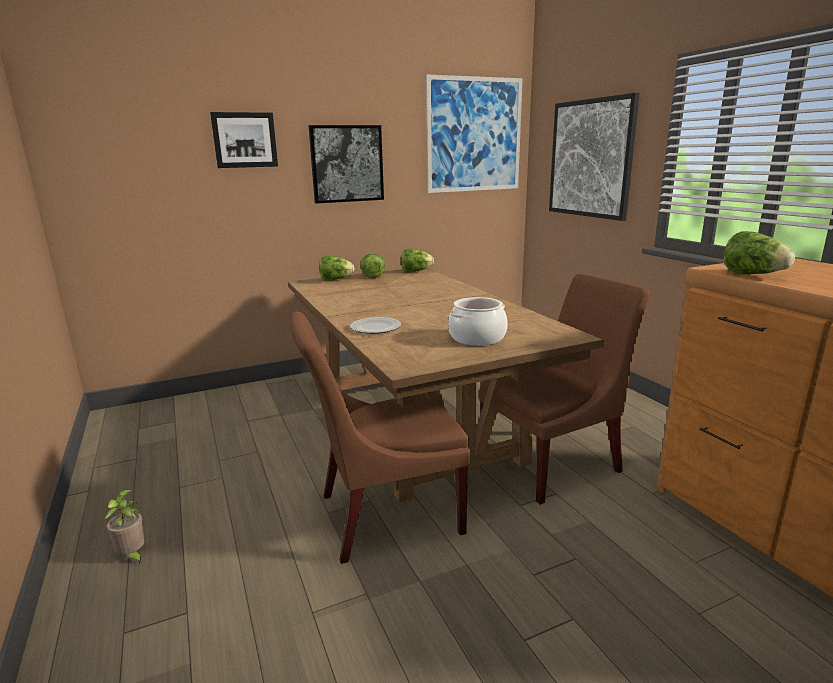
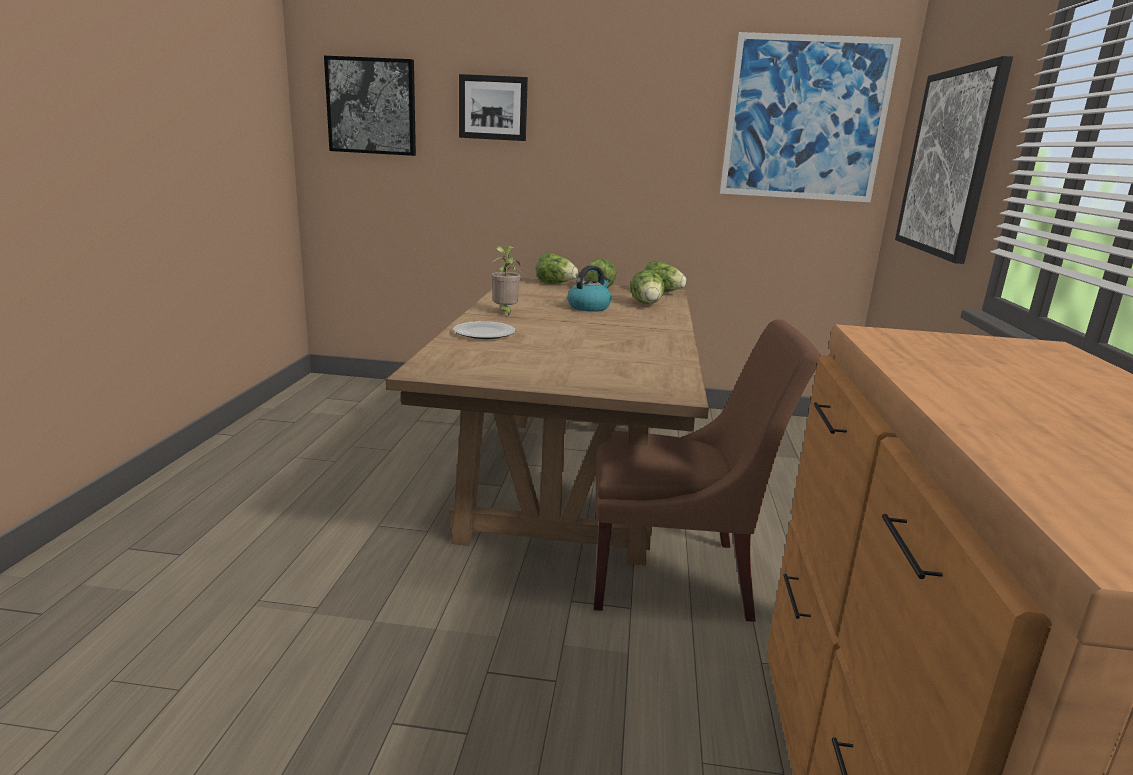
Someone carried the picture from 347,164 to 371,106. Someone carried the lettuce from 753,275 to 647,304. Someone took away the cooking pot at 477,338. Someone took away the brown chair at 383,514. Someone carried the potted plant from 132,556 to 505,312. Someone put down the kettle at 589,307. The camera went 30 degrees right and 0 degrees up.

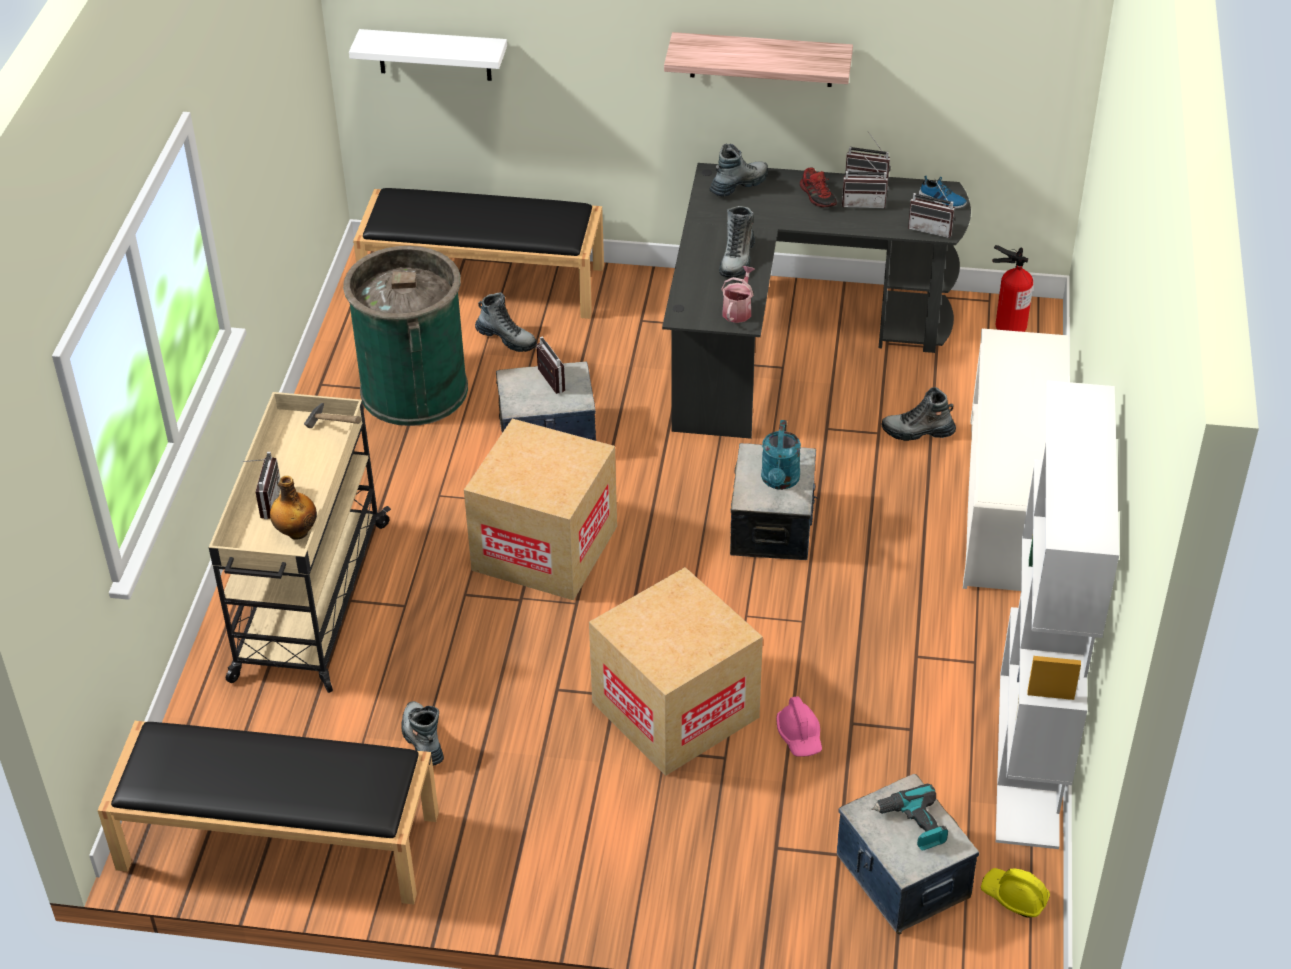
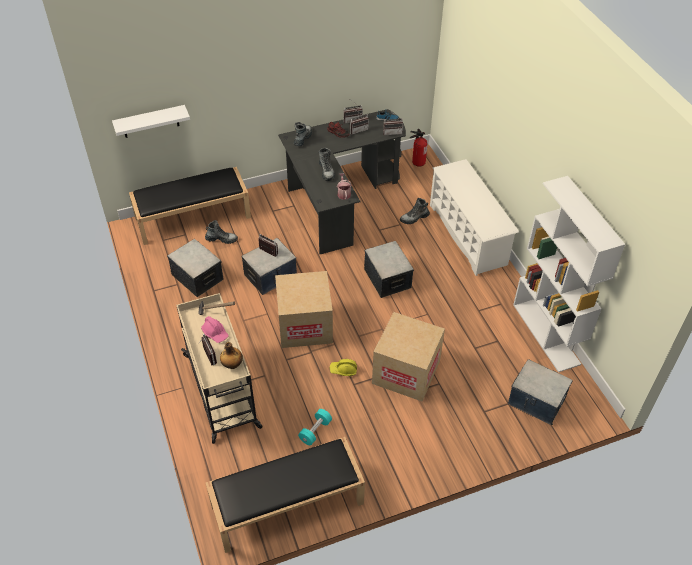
Someone took away the shelf at 761,59. Someone swapped the green trash can at 414,389 for the storage box at 198,277. Someone took away the turquoise watering can at 780,481. Someone carried the pink hard hat from 800,735 to 215,333. Someone swapped the boot at 422,740 for the turquoise dumbbell at 315,431. Someone took away the power drill at 913,824. Someone carried the yellow hard hat from 1014,896 to 343,370. The camera went 30 degrees left and 5 degrees up.

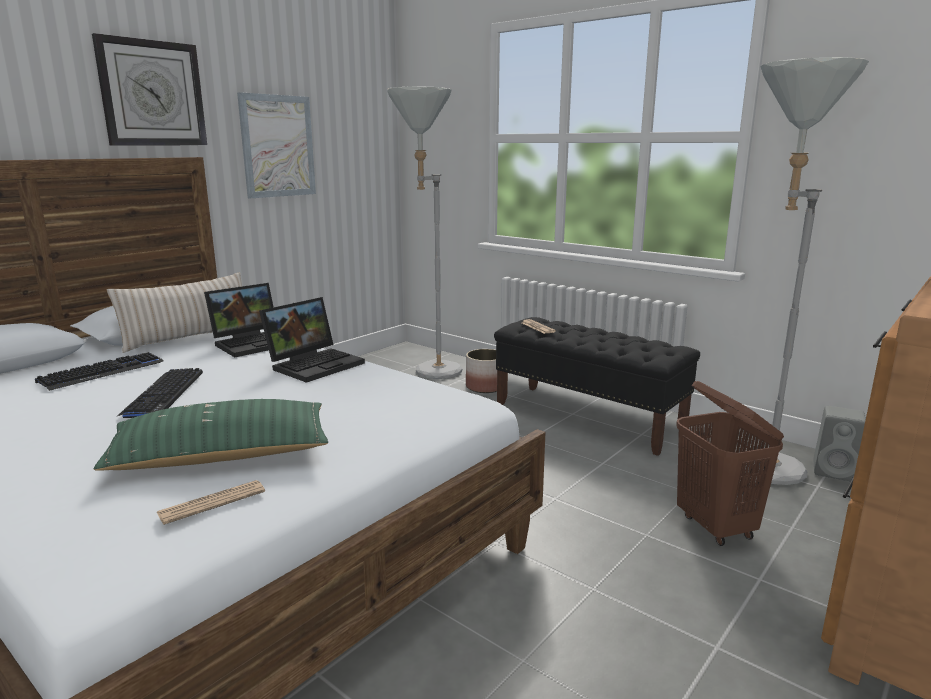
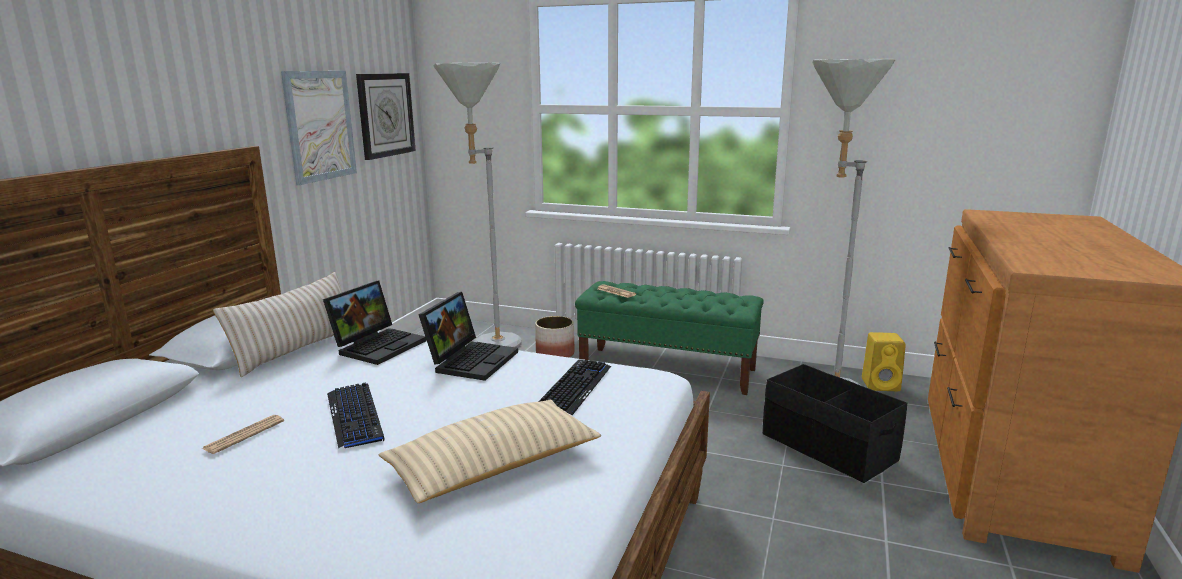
Someone carried the wall clock from 152,93 to 385,115. Someone repainted the black bench at 588,418, which became the green bench at 668,370. Someone carried the keyboard from 102,372 to 574,388. Someone swapped the brown laundry basket at 716,527 for the black storage box at 828,447. Someone repainted the green pillow at 222,455, which became the beige pillow at 494,466. Someone repainted the grey speaker at 836,471, which became the yellow speaker at 881,385. Someone carried the newspaper from 212,503 to 244,435. The camera went 20 degrees left and 0 degrees up.

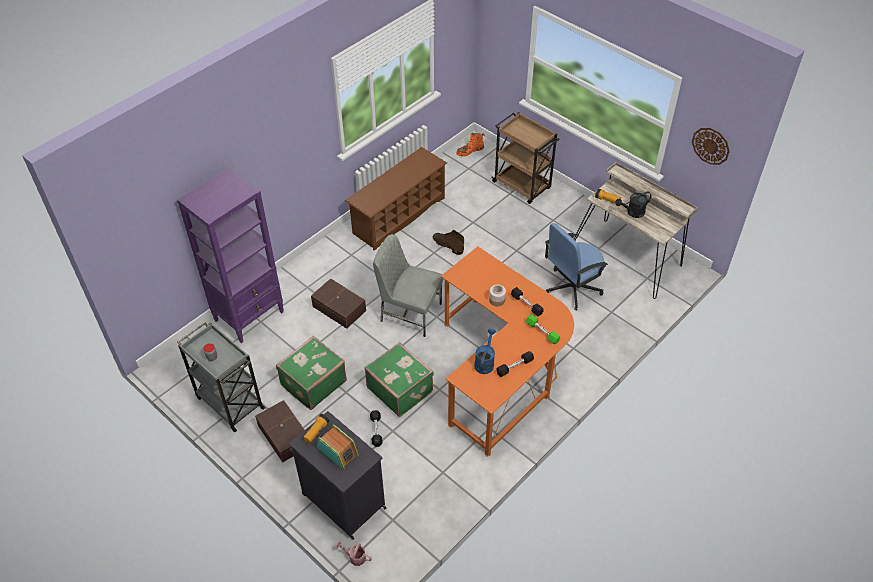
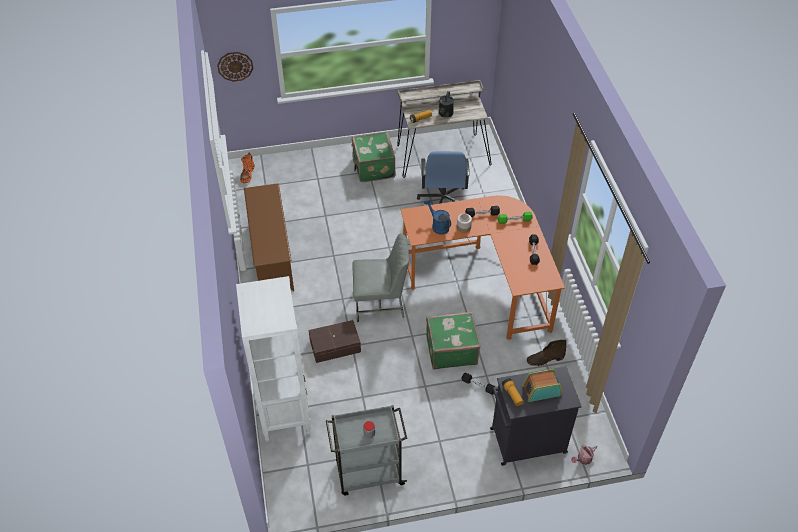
Someone took away the brown cart at 522,186. Someone carried the wall clock from 710,145 to 235,66. Someone repainted the purple bookcase at 250,316, which became the white bookcase at 285,412. Someone carried the brown boot from 447,245 to 545,359. Someone rotated the grey chair at 409,312 by 150 degrees counterclockwise. Someone carried the blue watering can from 485,362 to 438,226. Someone carried the green suitcase from 312,383 to 373,167. Someone took away the brown storage box at 283,436. The camera went 55 degrees left and 0 degrees up.

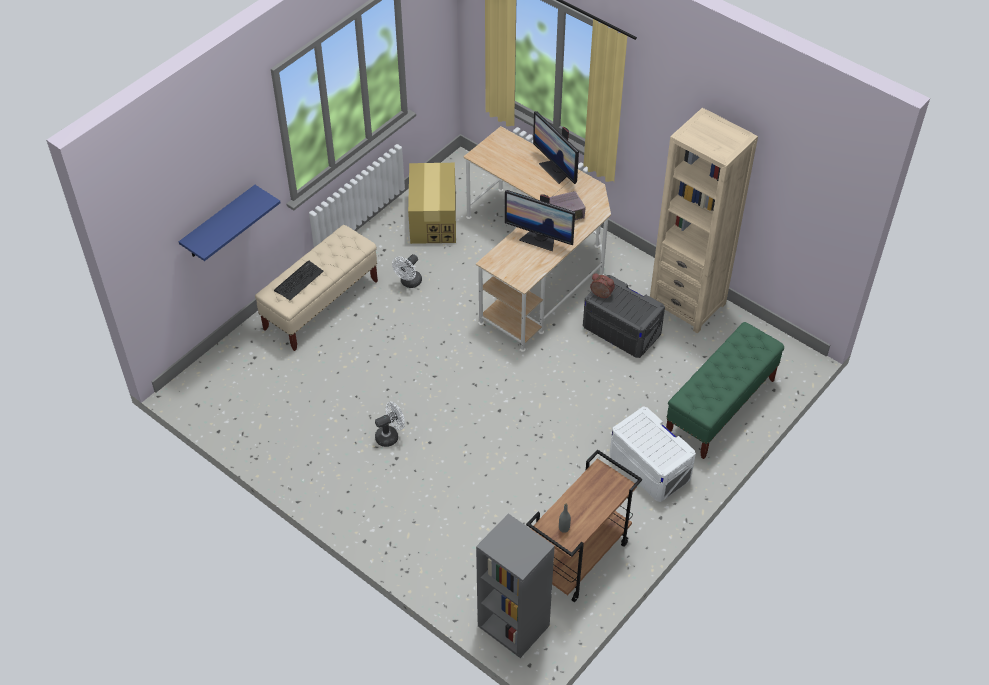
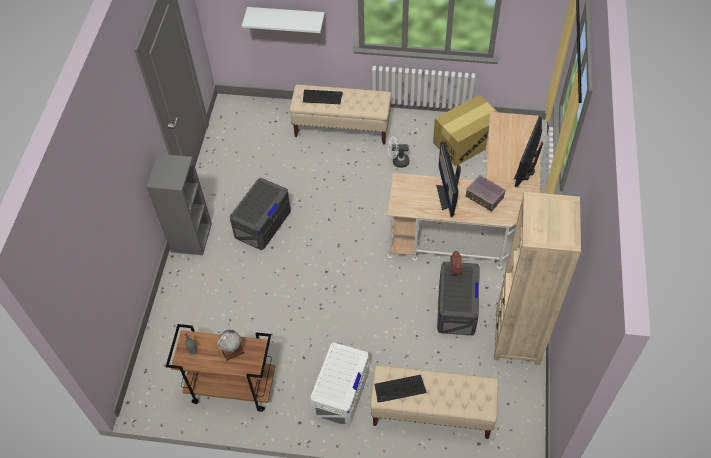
Someone repainted the blue shelf at 219,223, which became the white shelf at 286,18. Someone repainted the green bench at 720,407, which became the beige bench at 431,412. Someone swapped the white fan at 390,436 for the grey storage box at 262,223. Someone carried the grey bookcase from 512,626 to 191,237. Someone put down the globe at 233,351. Someone put down the keyboard at 400,389. The camera went 60 degrees right and 5 degrees up.

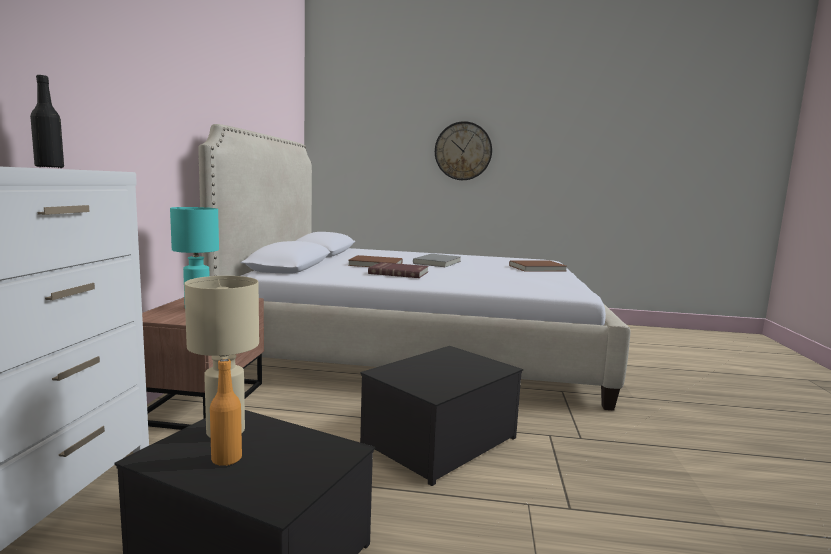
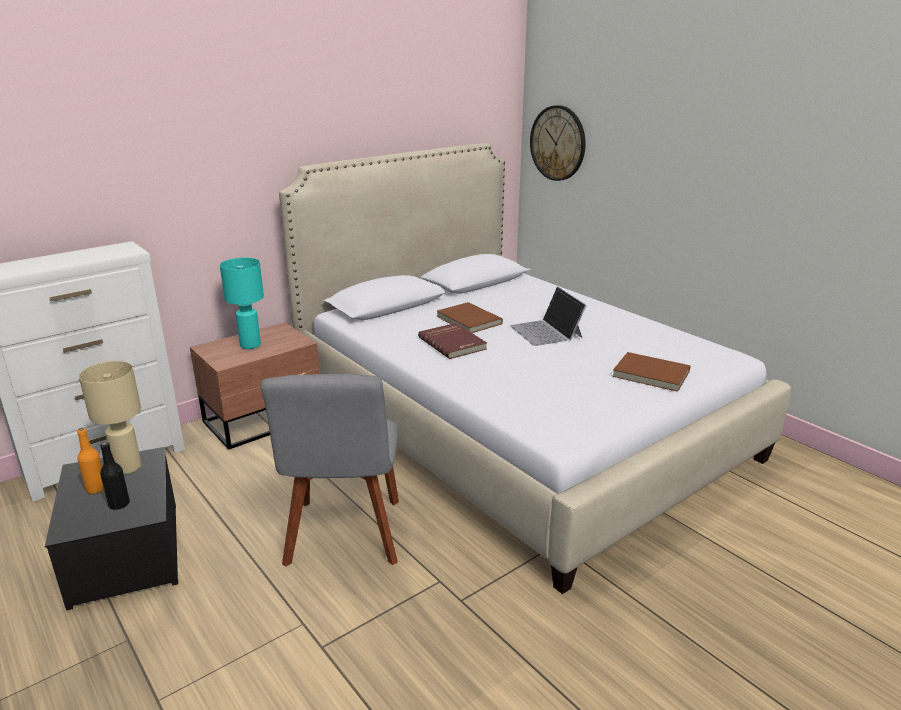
Someone carried the black bottle from 49,167 to 119,504. Someone carried the wall clock from 463,151 to 558,143. Someone swapped the grey book at 438,262 for the laptop at 546,331. Someone swapped the storage box at 440,442 for the grey chair at 344,536. The camera went 45 degrees right and 15 degrees up.

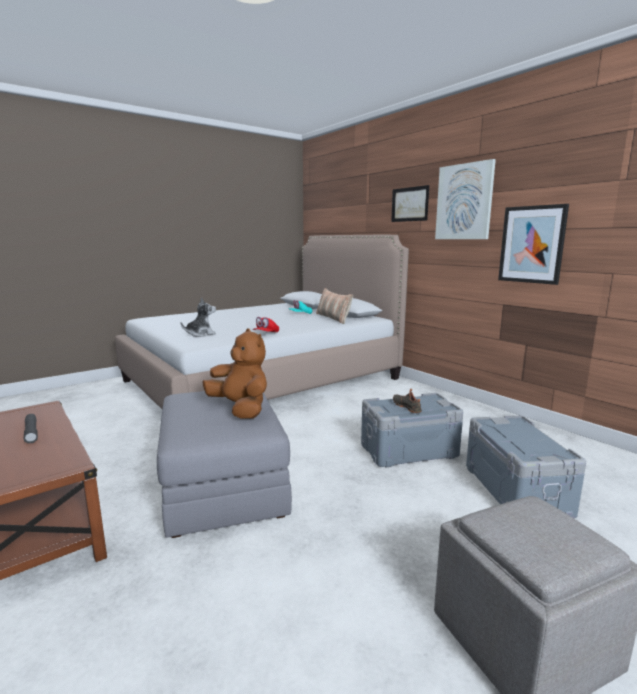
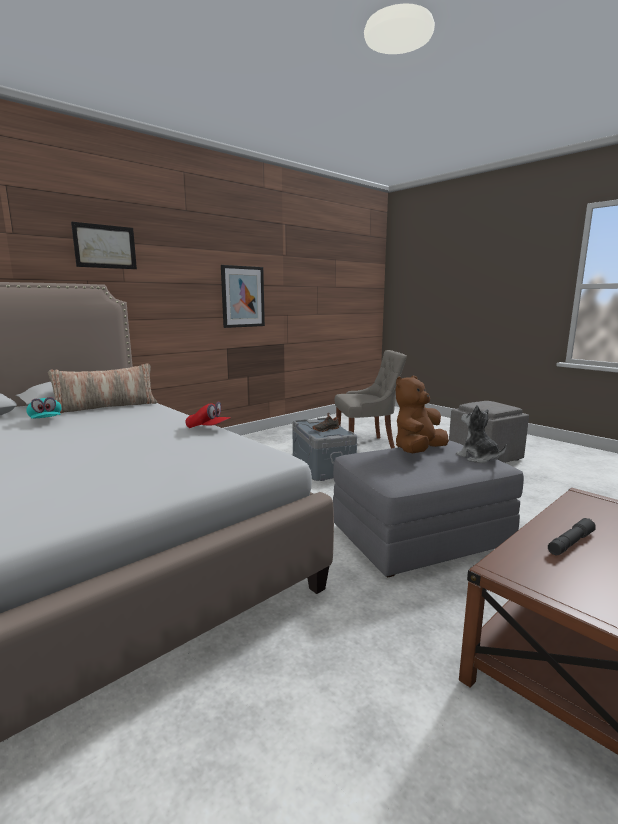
Someone took away the picture at 464,202. Someone carried the plush toy from 200,334 to 478,458. Someone swapped the grey storage box at 514,490 for the grey chair at 366,445. The camera went 95 degrees left and 0 degrees up.

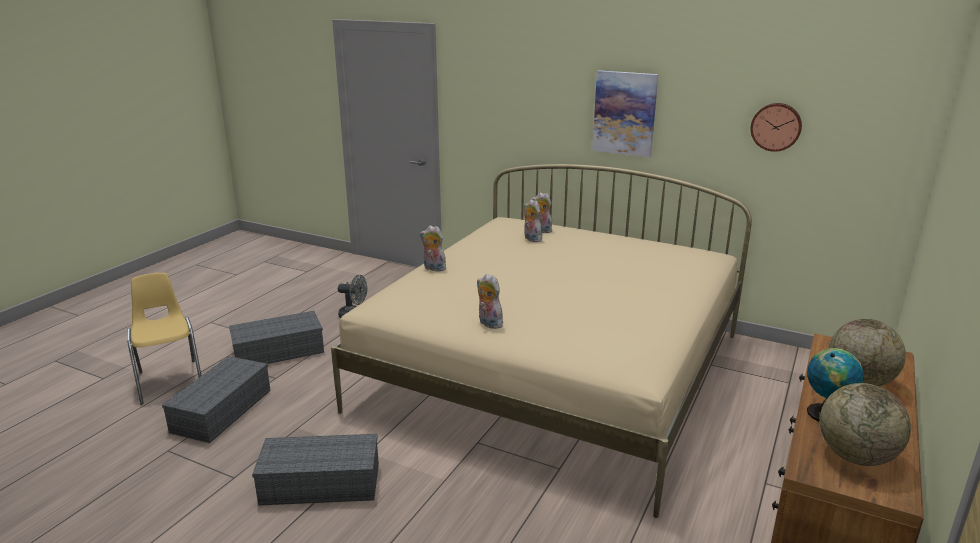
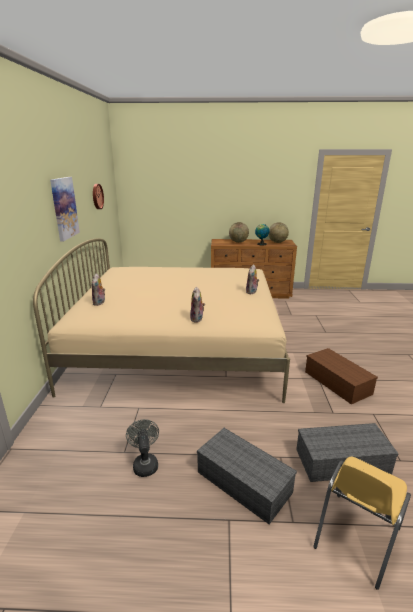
Someone took away the plush toy at 531,239. Someone repainted the grey storage box at 318,484, which became the brown storage box at 338,383. The camera went 115 degrees left and 0 degrees up.

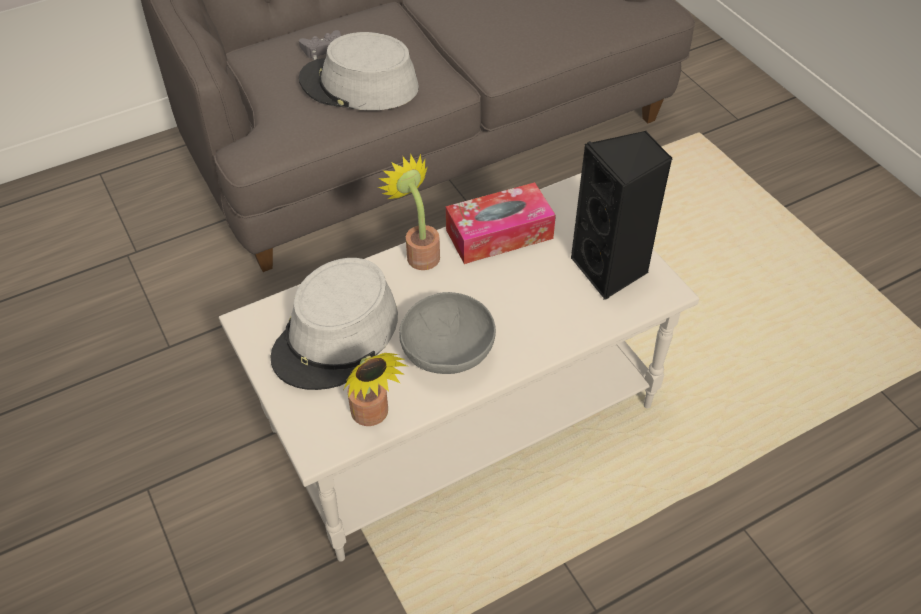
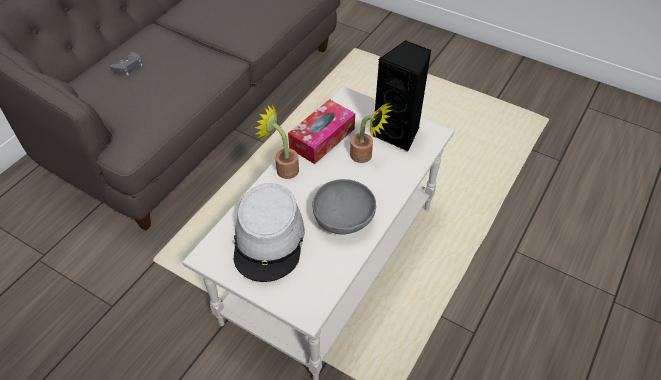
Someone took away the grey hat at 359,85. Someone carried the potted plant from 372,416 to 365,157. The camera went 30 degrees left and 0 degrees up.

